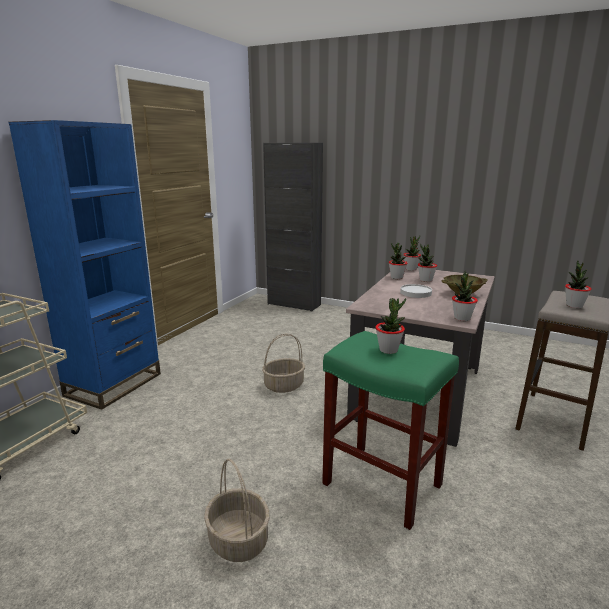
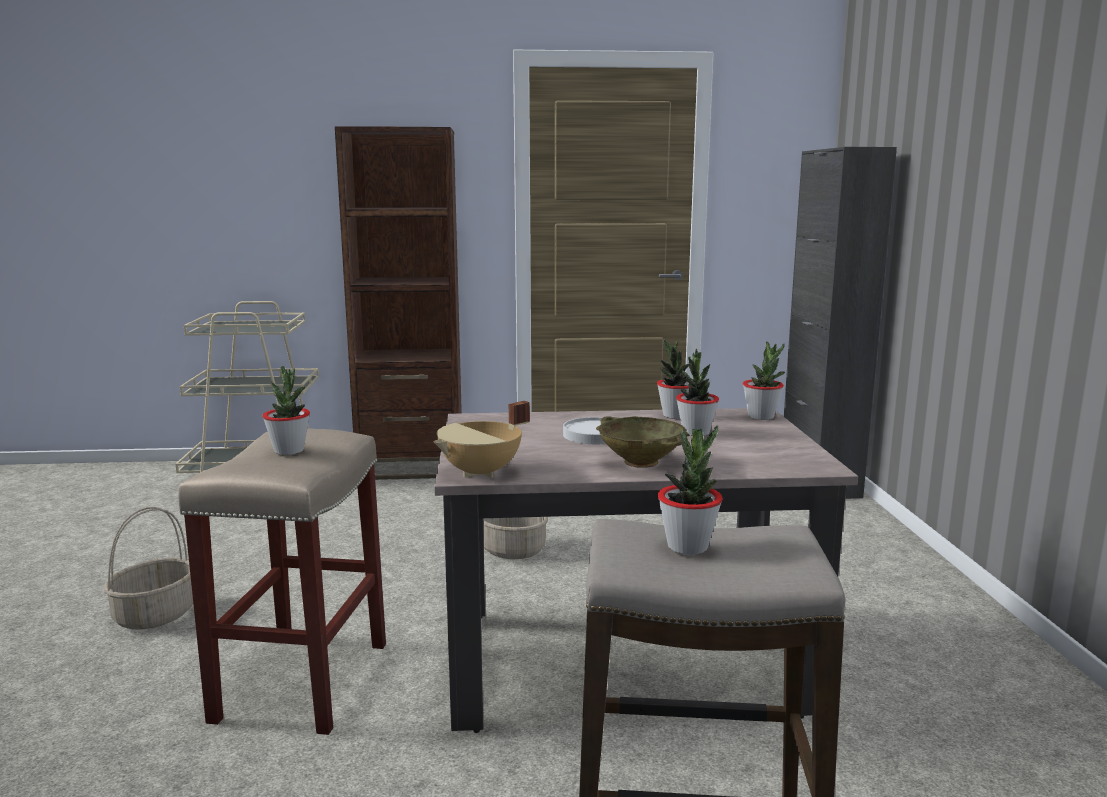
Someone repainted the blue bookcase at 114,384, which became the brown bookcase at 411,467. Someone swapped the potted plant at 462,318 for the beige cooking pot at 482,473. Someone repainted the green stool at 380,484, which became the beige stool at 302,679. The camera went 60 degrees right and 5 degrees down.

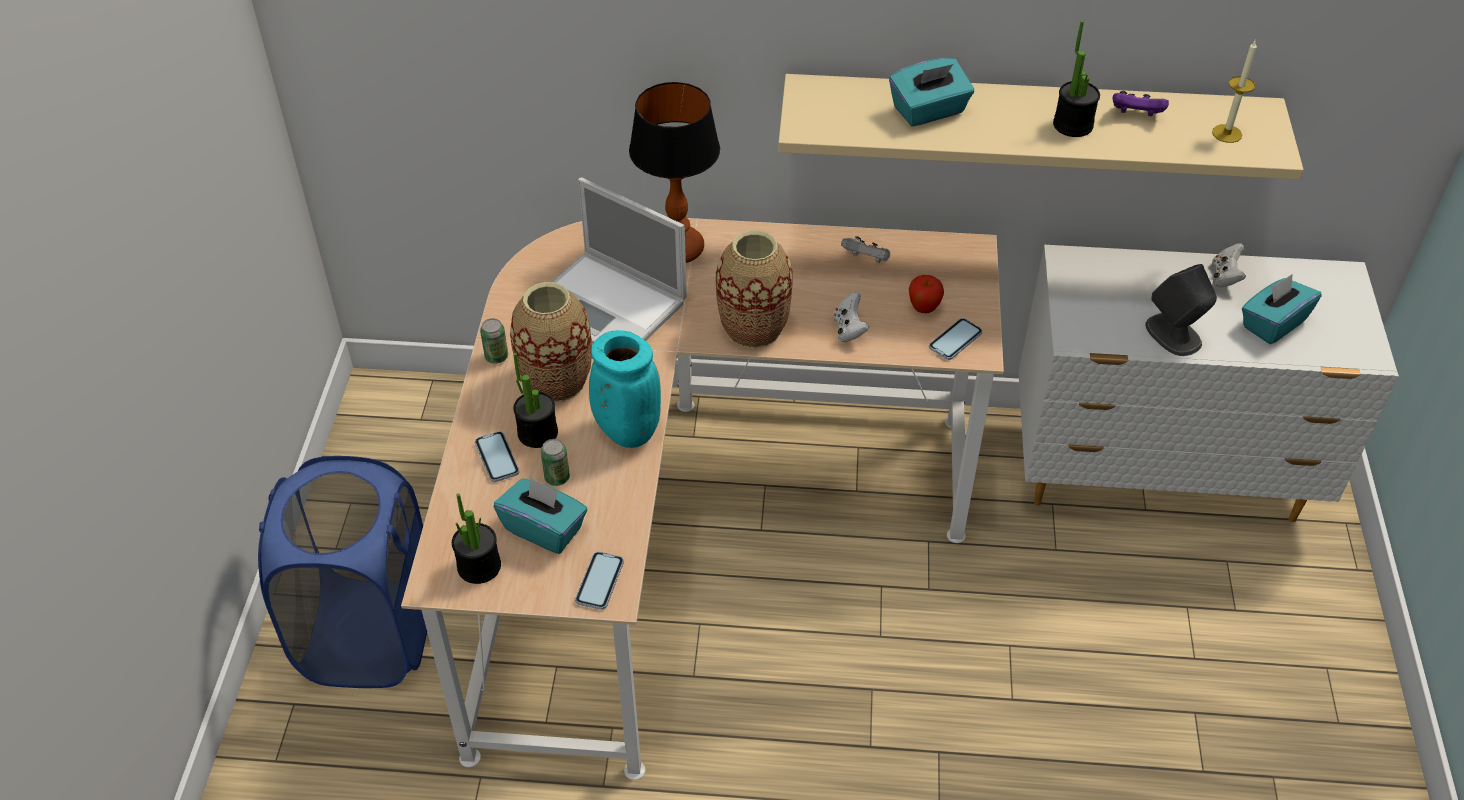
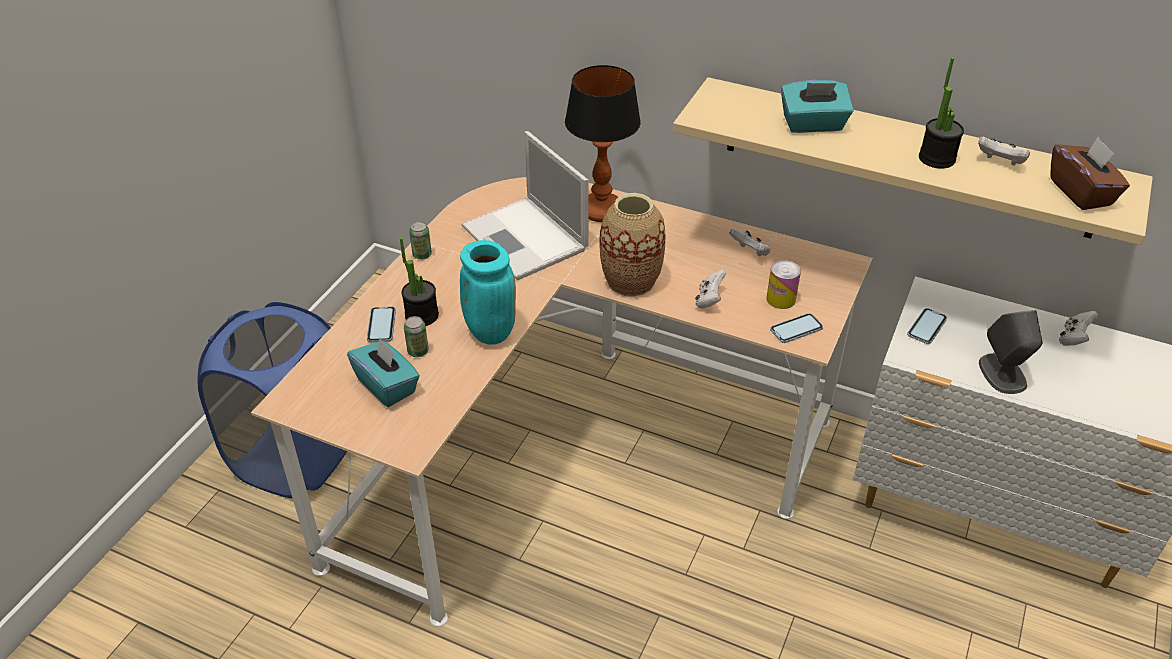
Someone swapped the candle at 1227,133 for the brown tissue box at 1081,192. Someone repainted the purple game controller at 1136,115, which became the white game controller at 1000,162. Someone took away the turquoise tissue box at 1272,323. Someone swapped the apple at 923,309 for the can at 781,299. Someone took away the vase at 556,381. Someone took away the potted plant at 479,566. Someone carried the phone from 599,582 to 926,327. The camera went 20 degrees right and 5 degrees down.

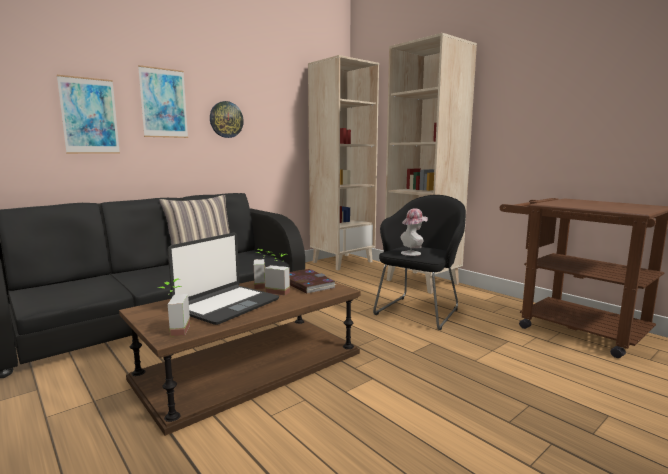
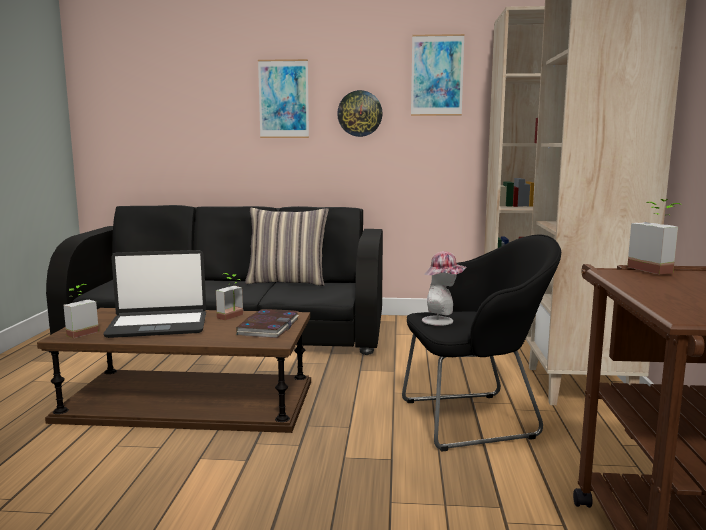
Someone carried the picture from 89,116 to 437,75. Someone carried the potted plant from 280,291 to 655,269. The camera went 45 degrees right and 0 degrees up.

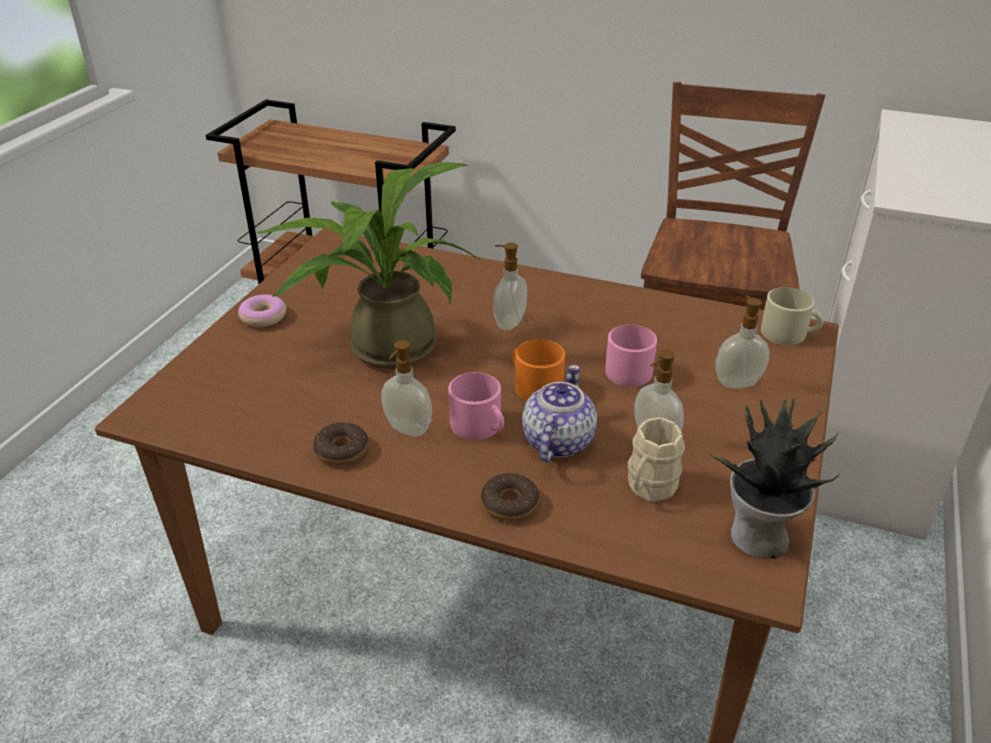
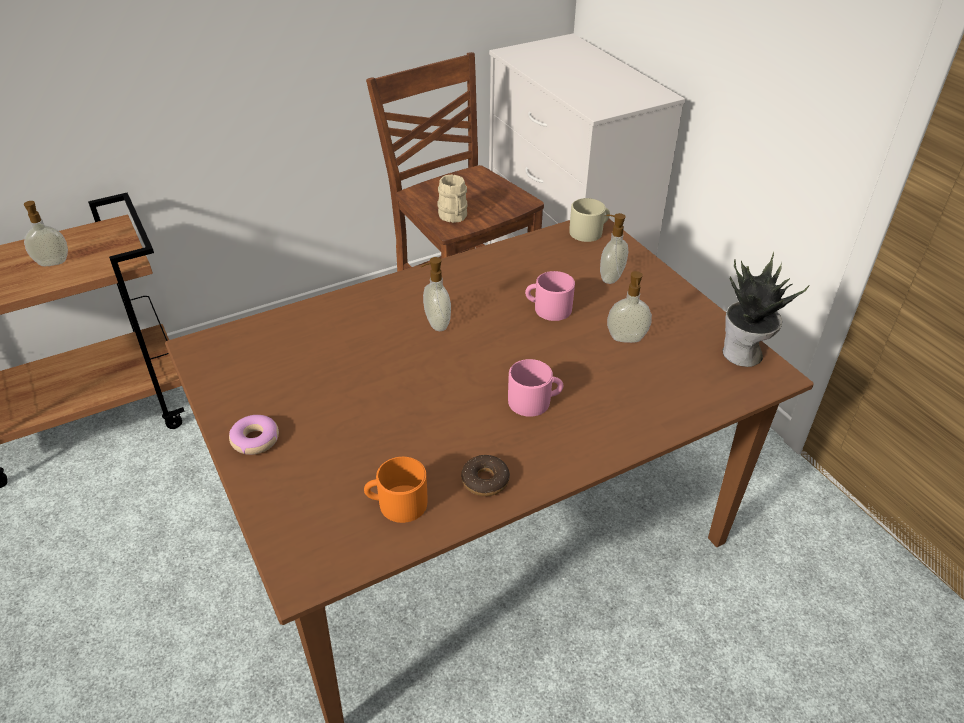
Someone took away the potted plant at 382,346. Someone carried the orange mug from 534,385 to 396,503. Someone carried the soap dispenser from 407,429 to 52,263. Someone took away the teapot at 557,442. Someone carried the beige mug from 648,488 to 453,217. Someone took away the donut at 509,503. The camera went 50 degrees left and 5 degrees up.

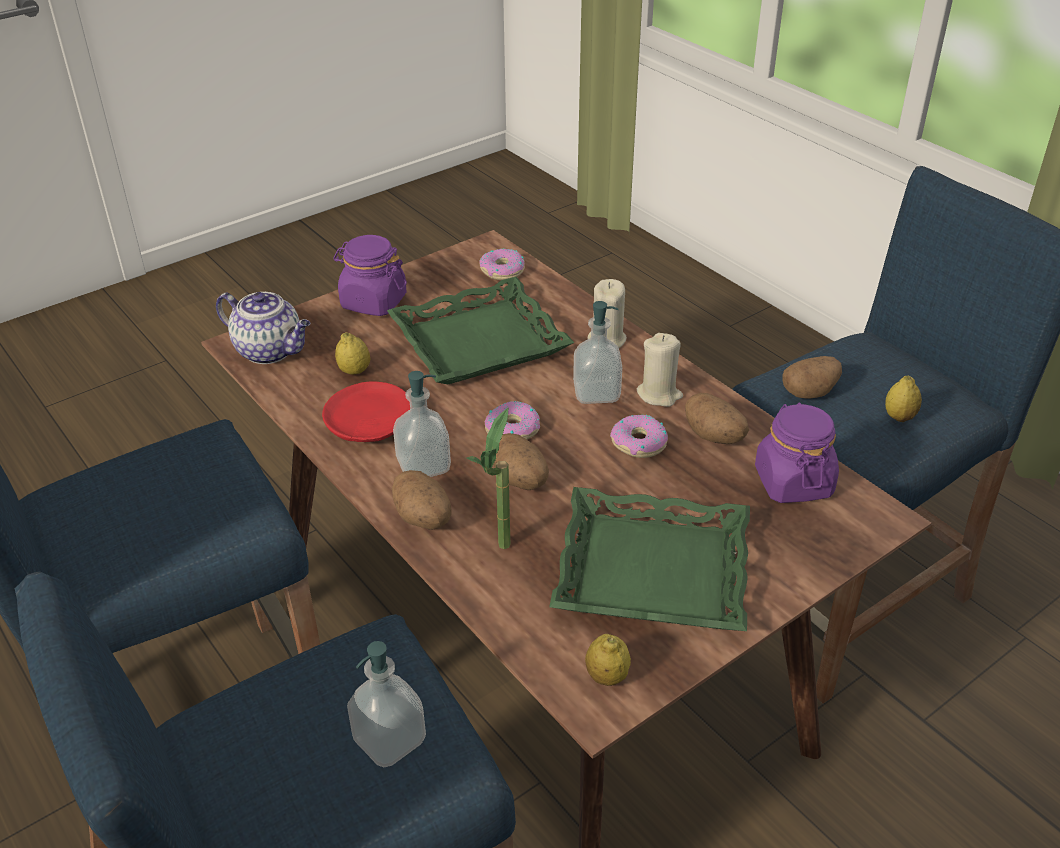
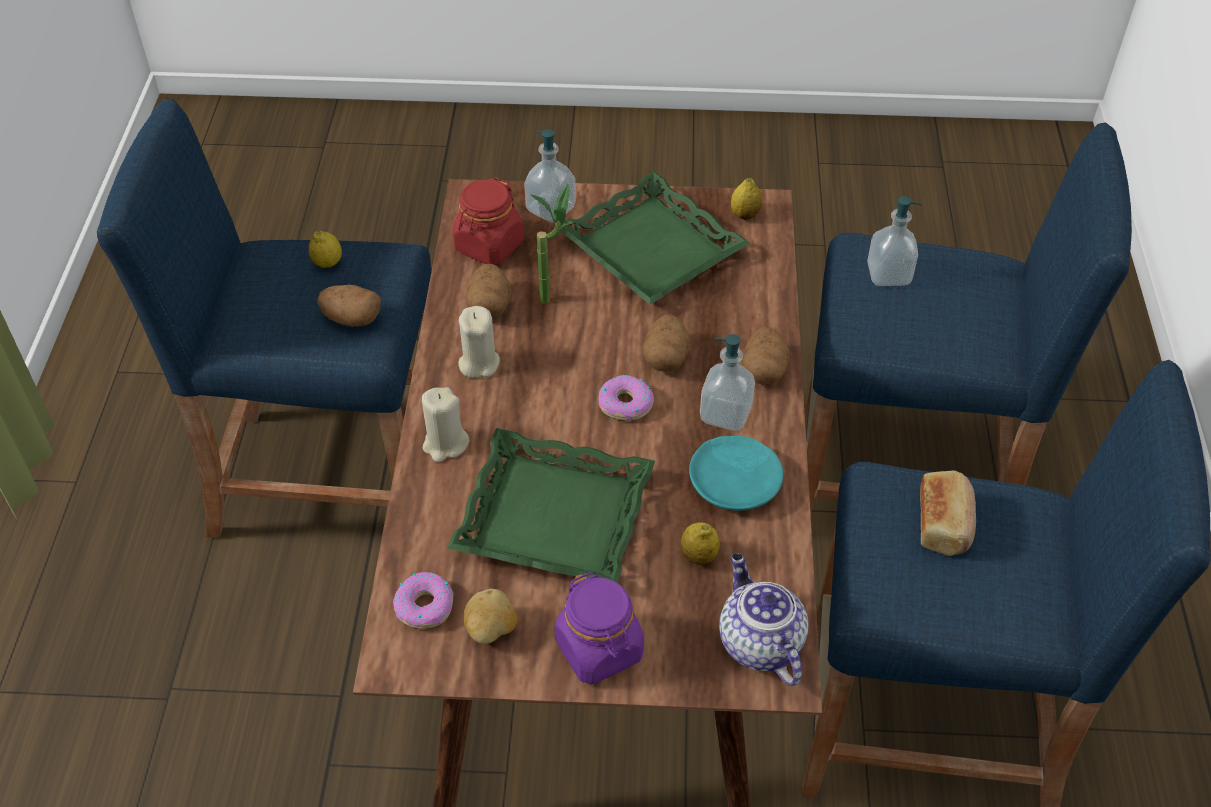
Someone carried the soap dispenser from 596,393 to 550,209. Someone repainted the red plate at 368,425, which became the turquoise plate at 735,483. Someone repainted the purple jar at 792,482, which became the red jar at 489,246. Someone carried the potted plant from 499,553 to 554,296. Someone took away the donut at 638,443. Someone put down the bread at 944,523. Someone put down the potato at 491,629. The camera went 140 degrees left and 10 degrees up.

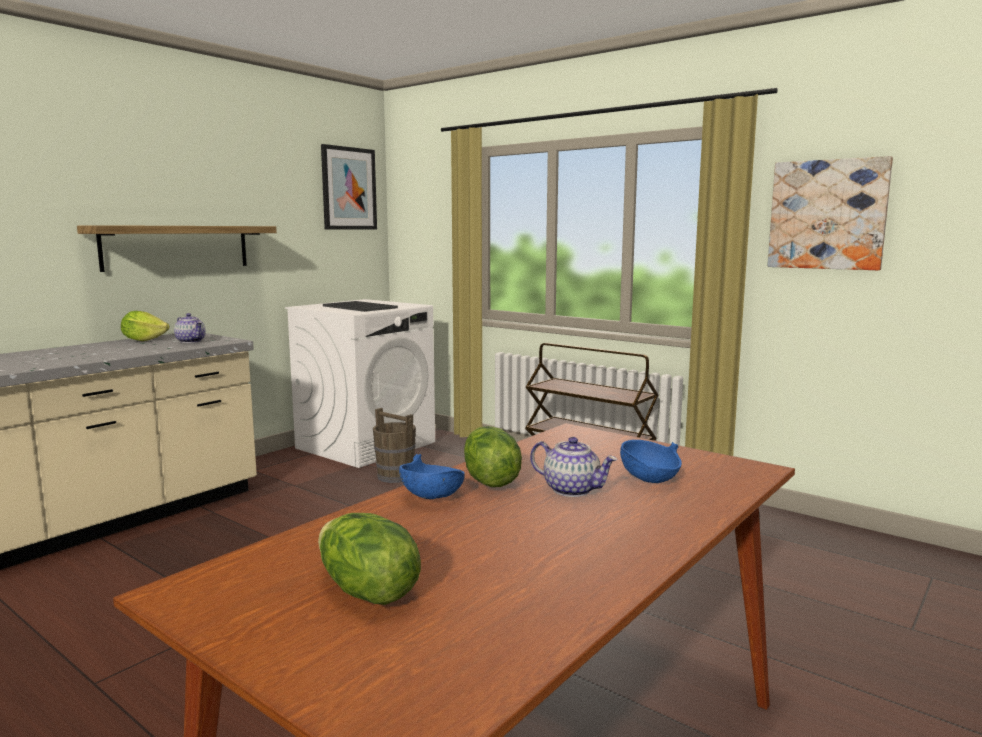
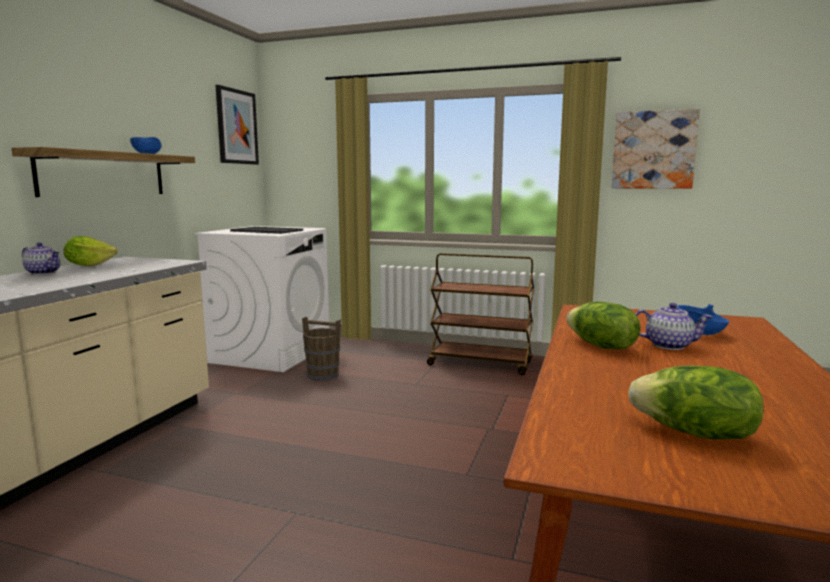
Someone carried the teapot from 191,341 to 44,272. Someone carried the blue bowl from 433,497 to 147,154. The camera went 20 degrees left and 0 degrees up.

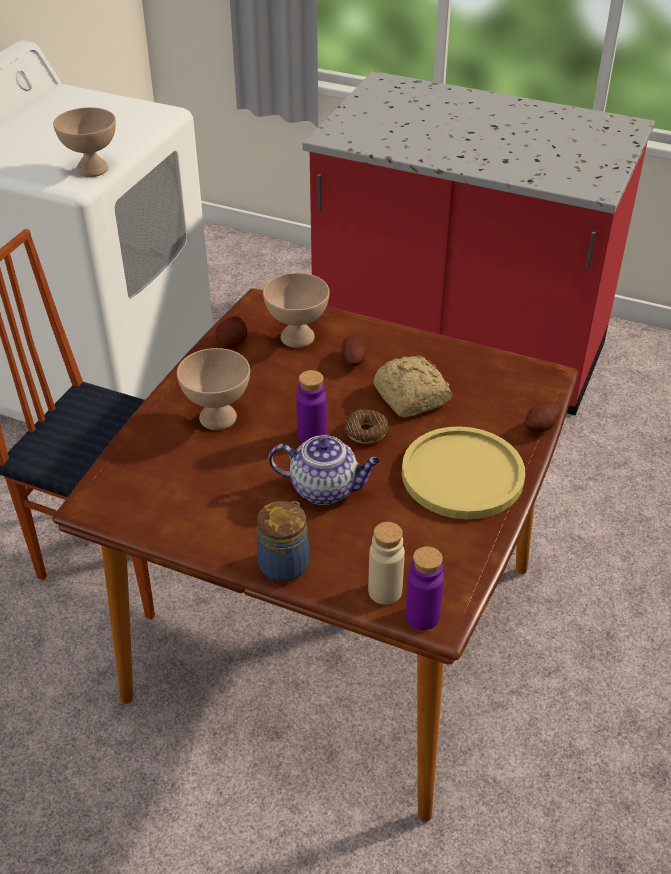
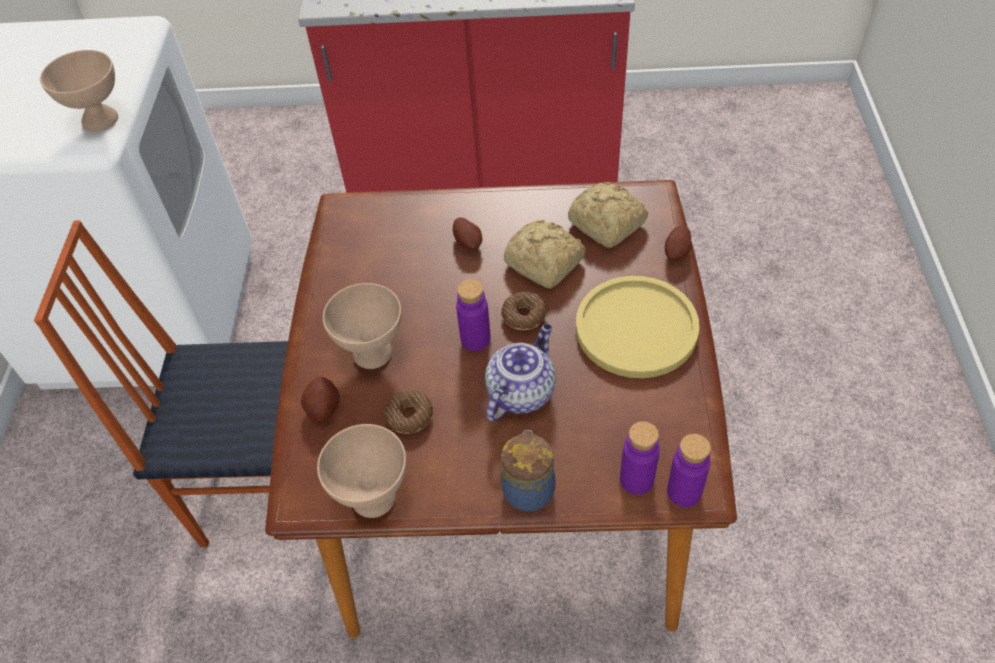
Someone carried the beige bowl from 298,338 to 375,498. Someone carried the potato from 231,343 to 323,408. Someone rotated the teapot at 325,489 by 45 degrees counterclockwise. Someone repainted the beige bottle at 385,591, which became the purple bottle at 636,479. Someone put down the bread at 607,225. Someone put down the donut at 409,416. The camera went 20 degrees left and 10 degrees up.

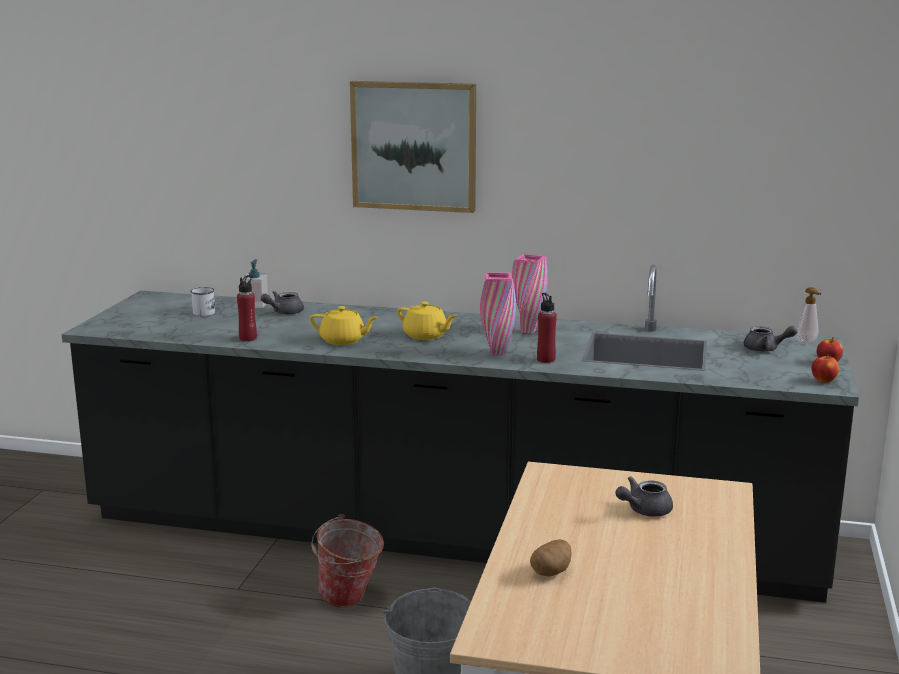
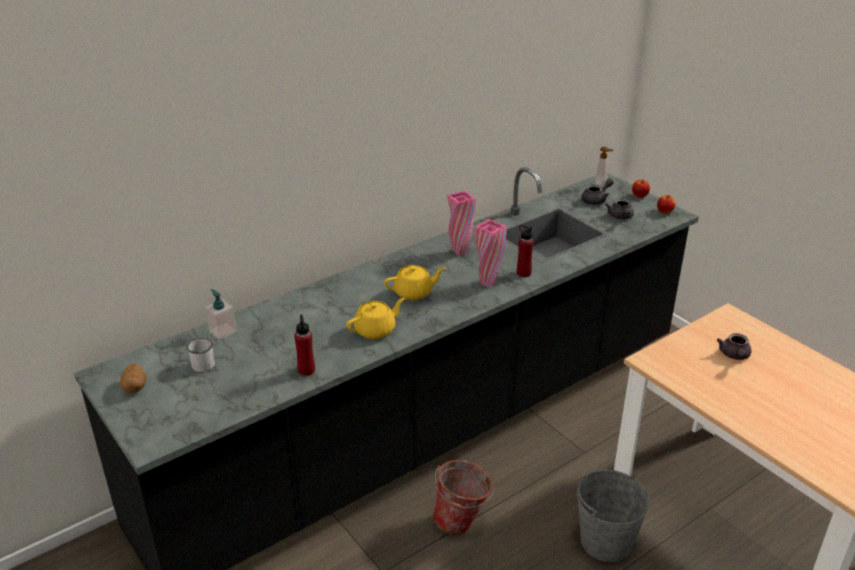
Someone took away the picture at 414,146. Someone carried the grey teapot from 283,312 to 620,217. Someone carried the potato from 551,571 to 135,387. The camera went 50 degrees left and 15 degrees up.

